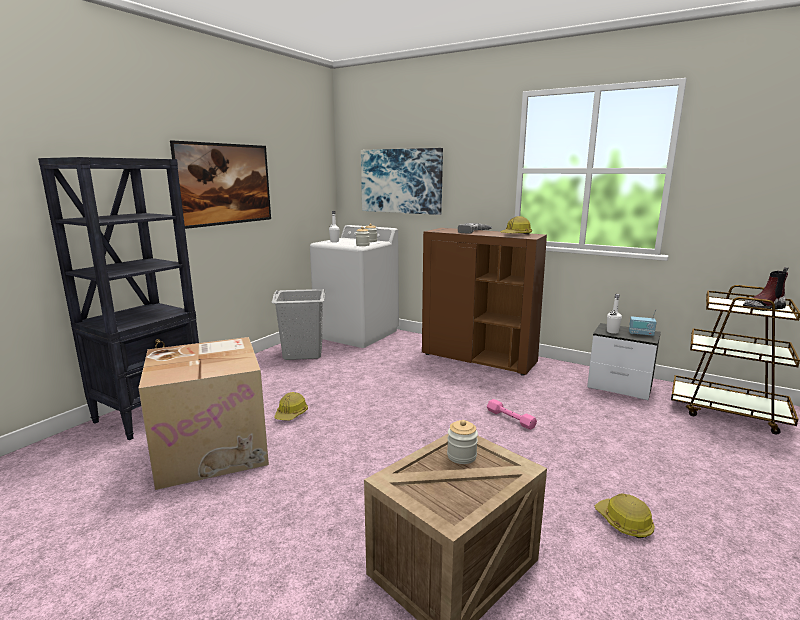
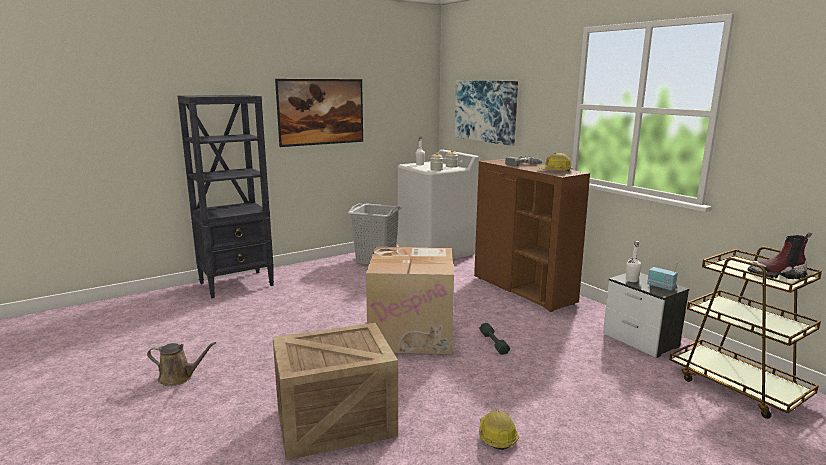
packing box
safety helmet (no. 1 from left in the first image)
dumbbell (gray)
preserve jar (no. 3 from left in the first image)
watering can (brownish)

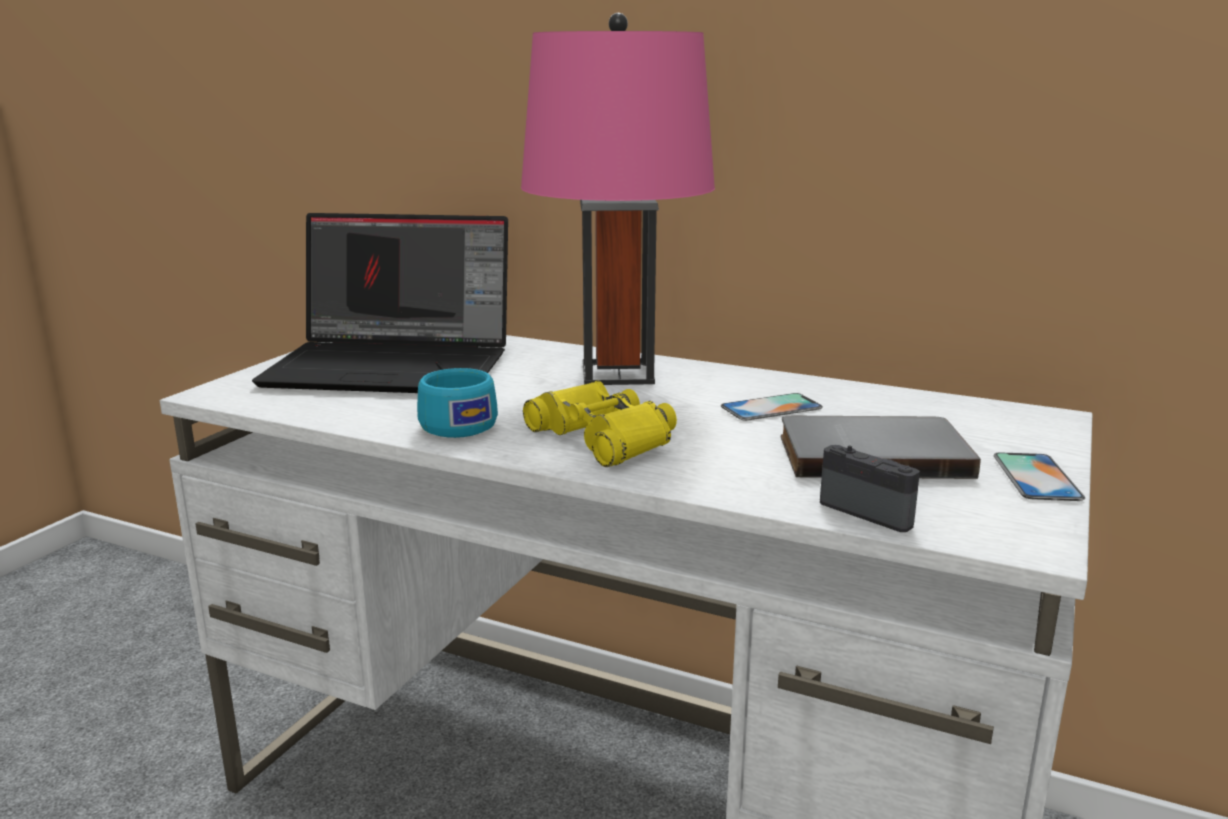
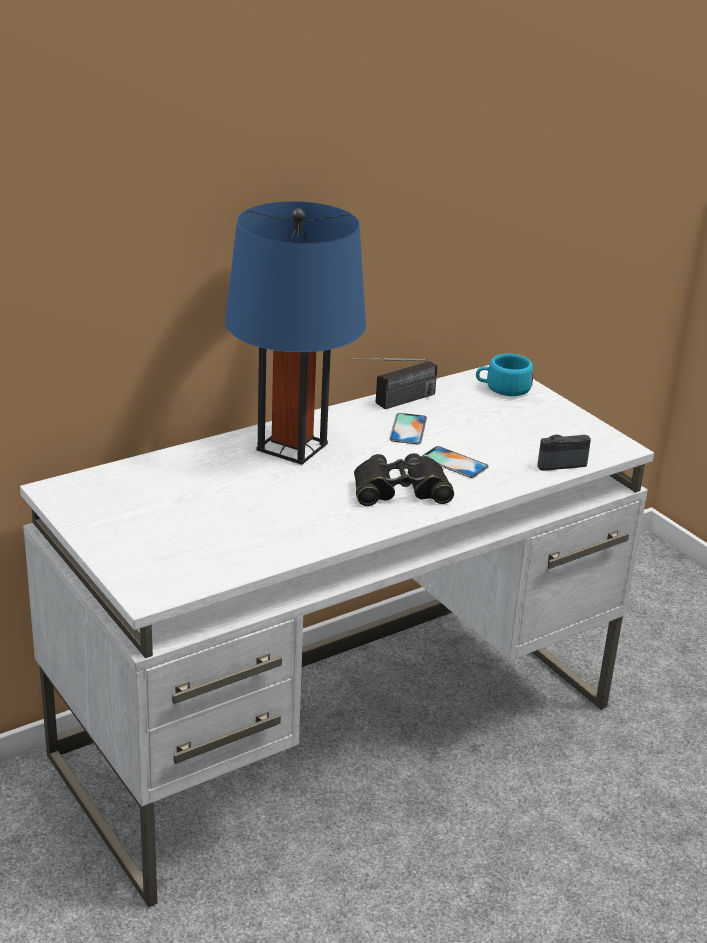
tabletop lamp (blue-coloured)
notebook computer
cup (turquoise)
binoculars (blackish)
book (gray)
handset (no. 2 from left)
radio receiver

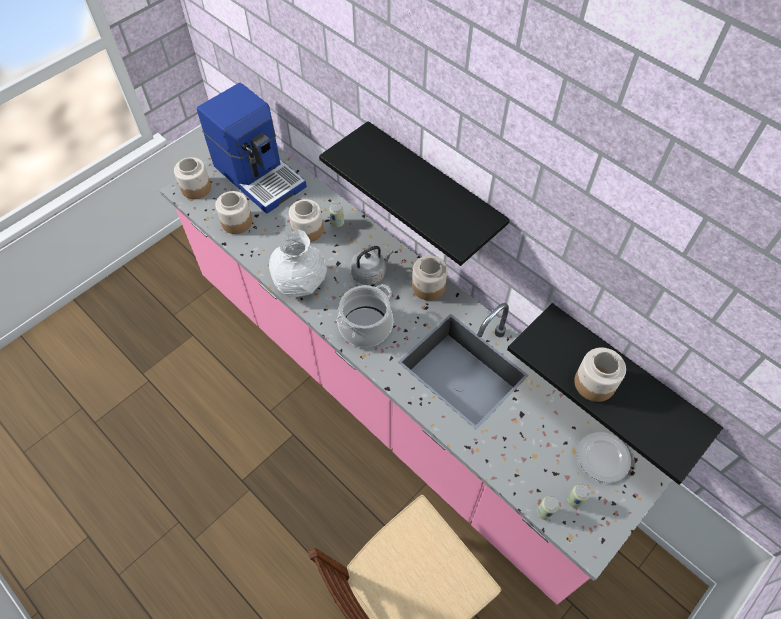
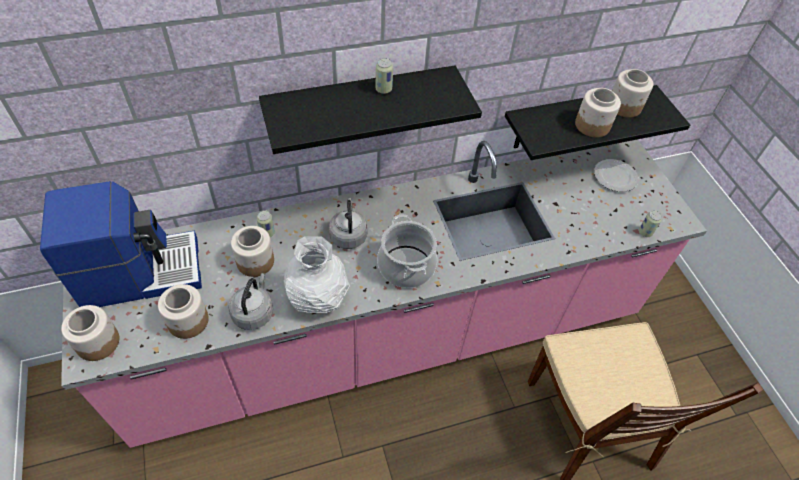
preserve jar (no. 5 from left)
sealed can (no. 2 from left)
water kettle (gray) (no. 1 from left)

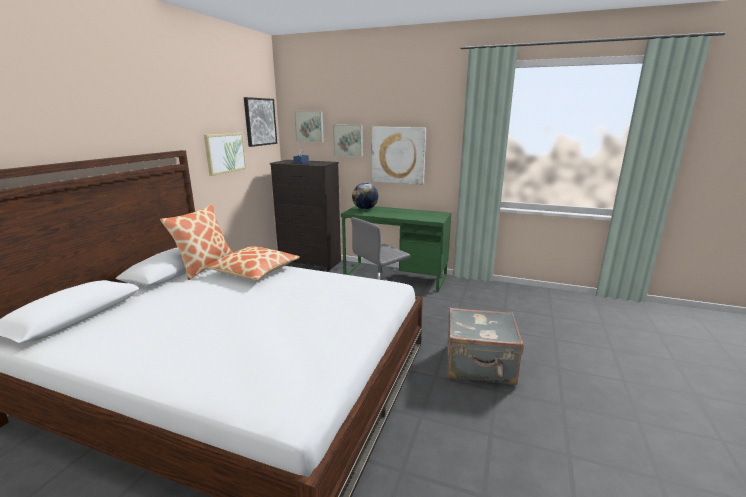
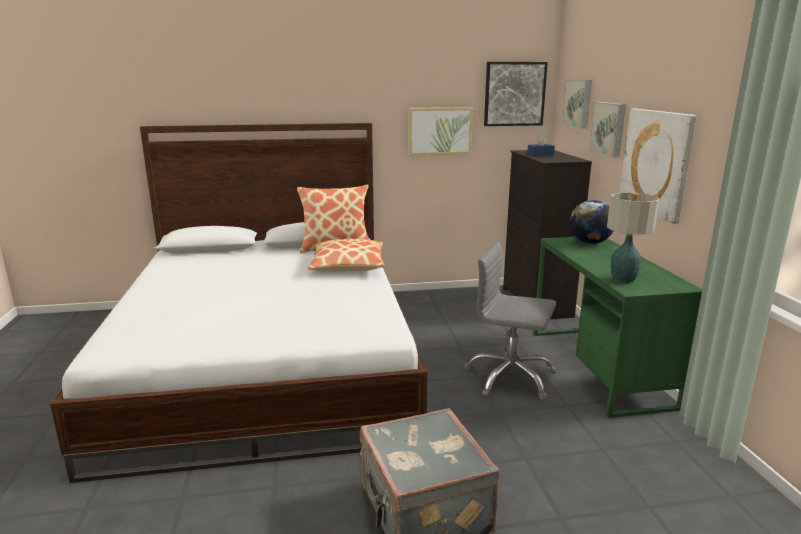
tabletop lamp

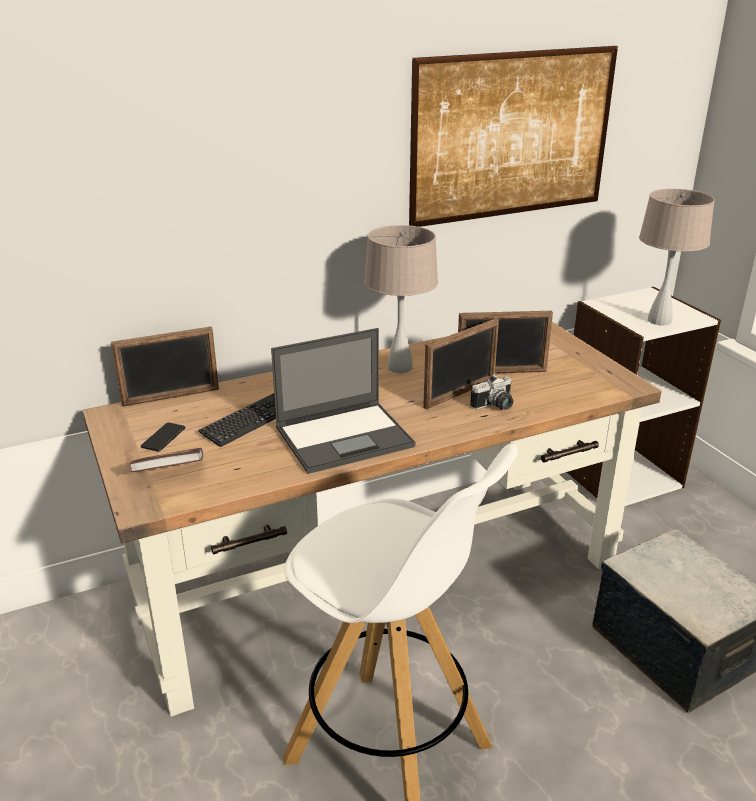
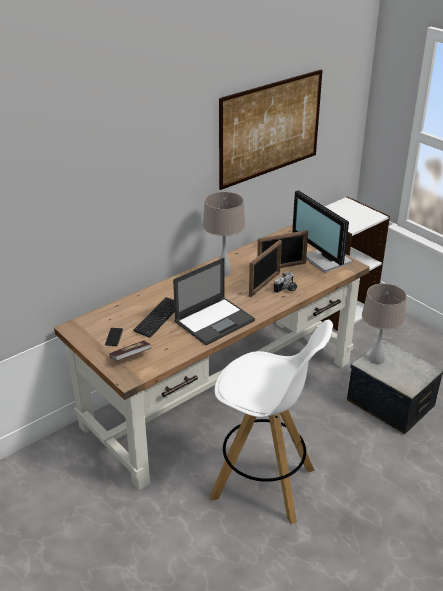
tabletop lamp (sand-coloured) (no. 2 from left)
picture frame (no. 1 from left in the first image)
computer display

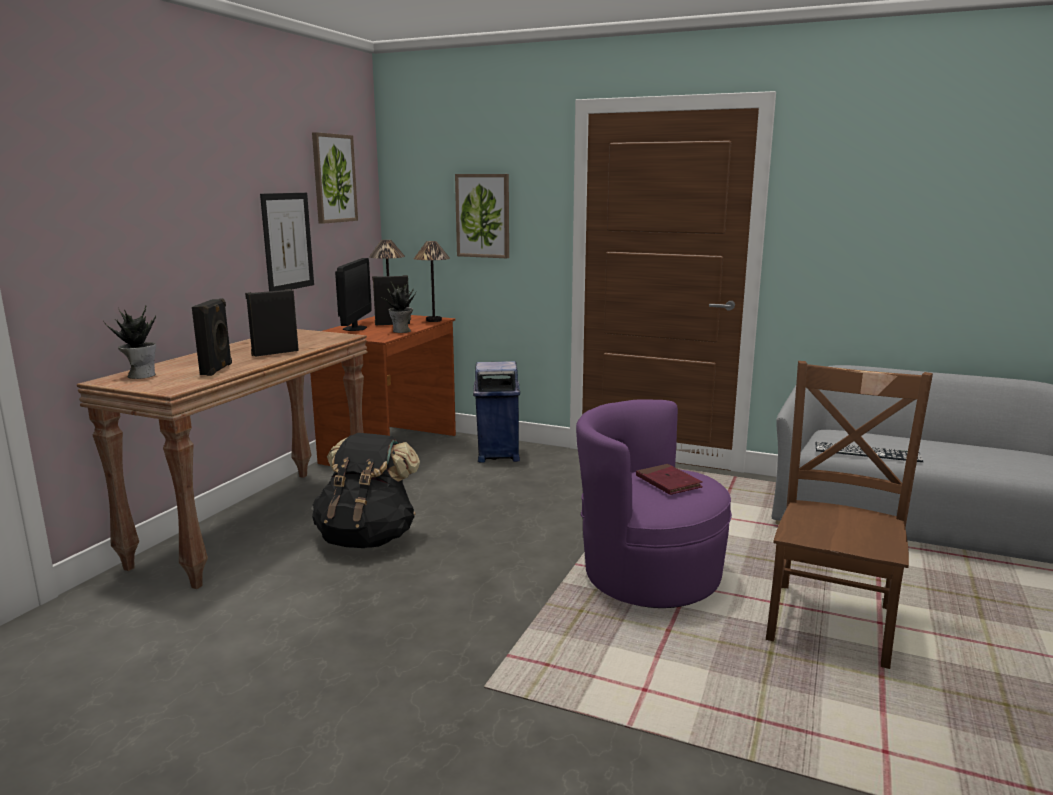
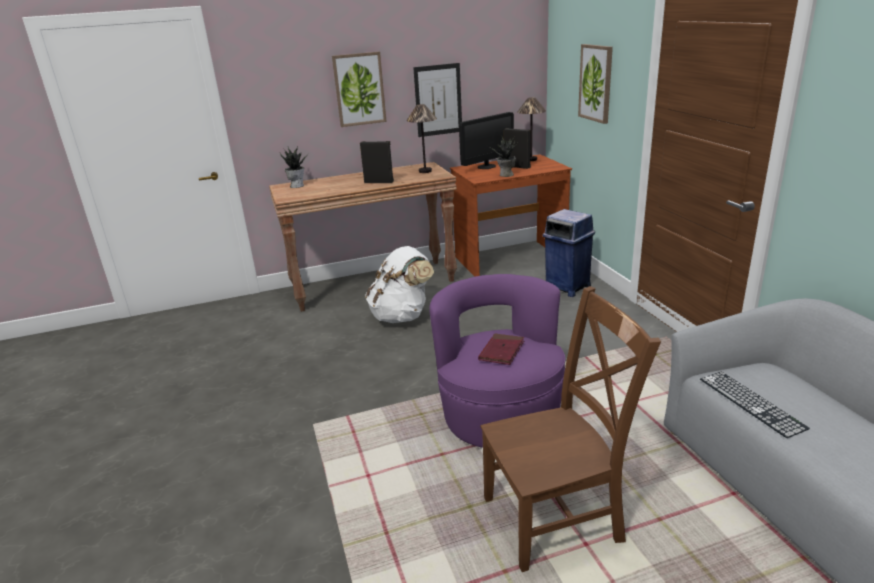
wall art (no. 1 from left)
tabletop lamp (no. 1 from left)
speaker (blackish) (no. 1 from left in the first image)
backpack (whitish)

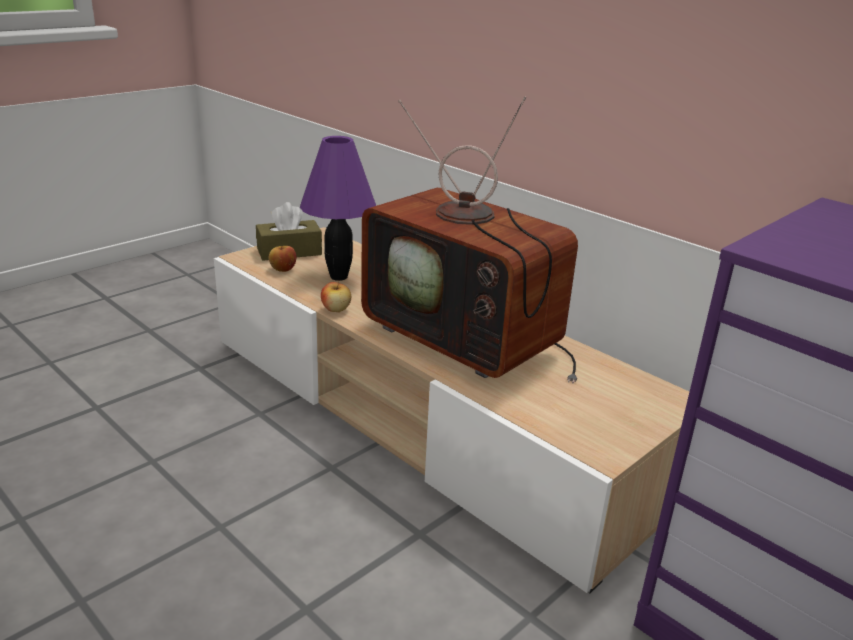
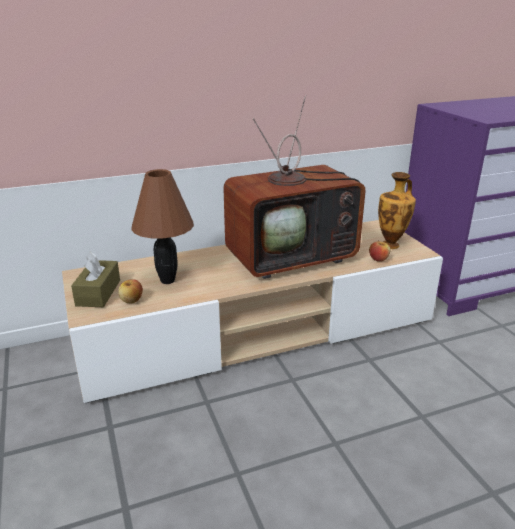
tabletop lamp (brownish)
whole apple (no. 2 from left)
decorative vase

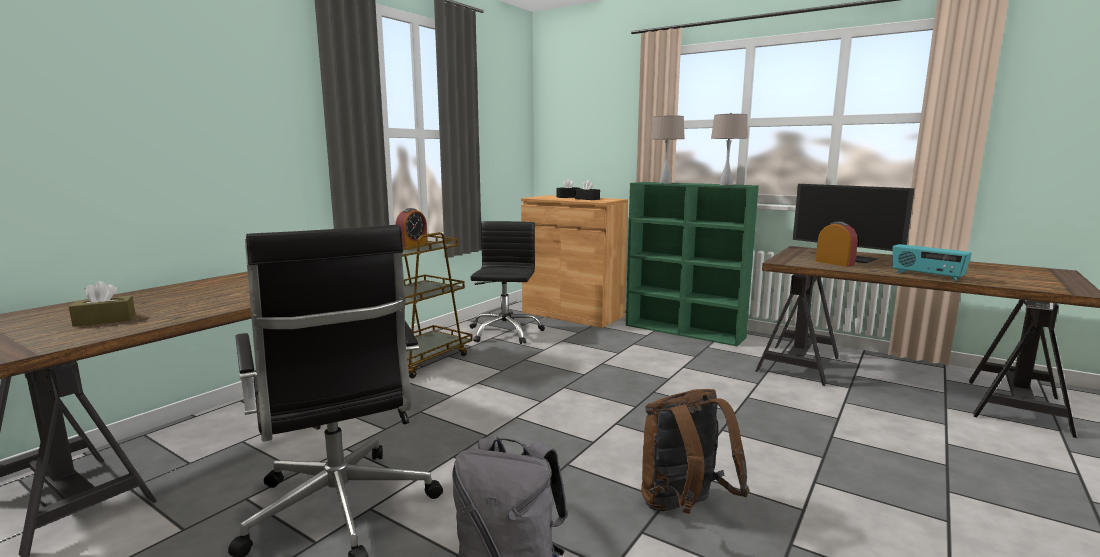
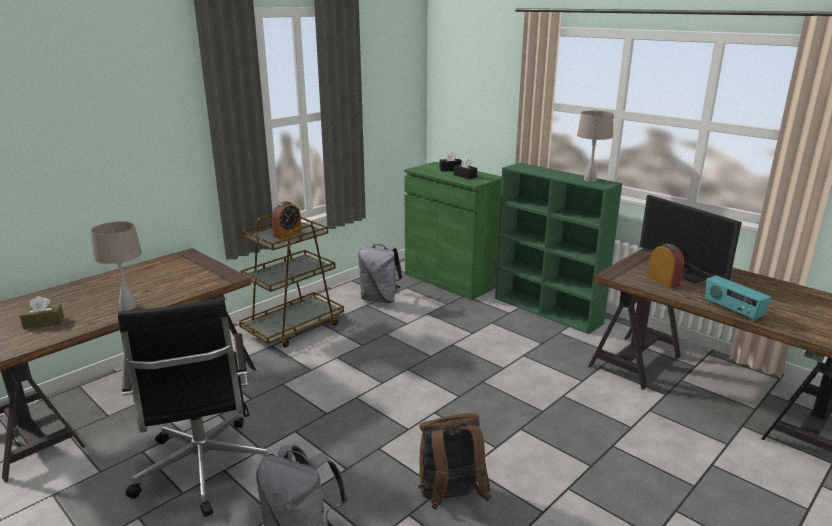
tabletop lamp (sand-coloured) (no. 1 from left)
storage cabinet (greenish)
backpack (gray) (no. 2 from left)

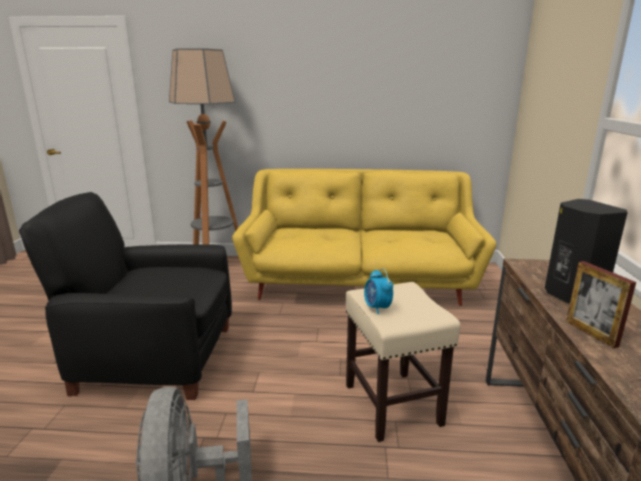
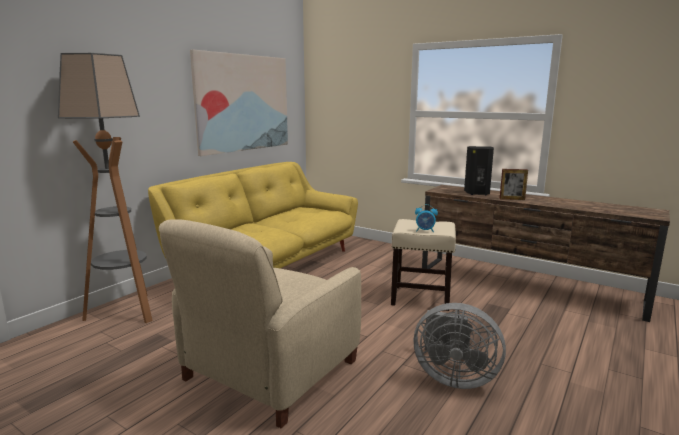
easy chair (sand-coloured)
wall art

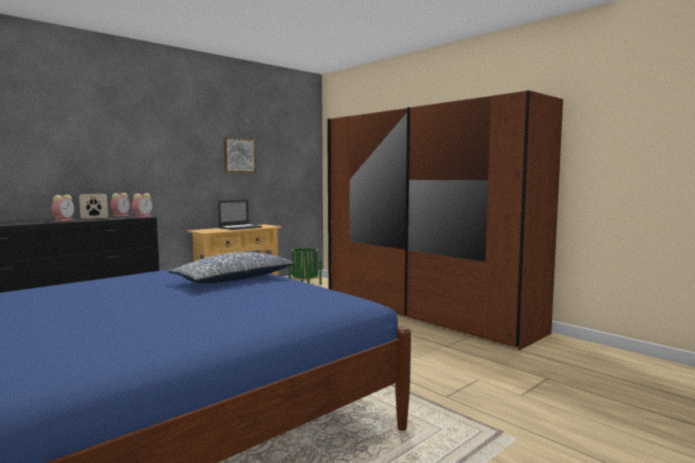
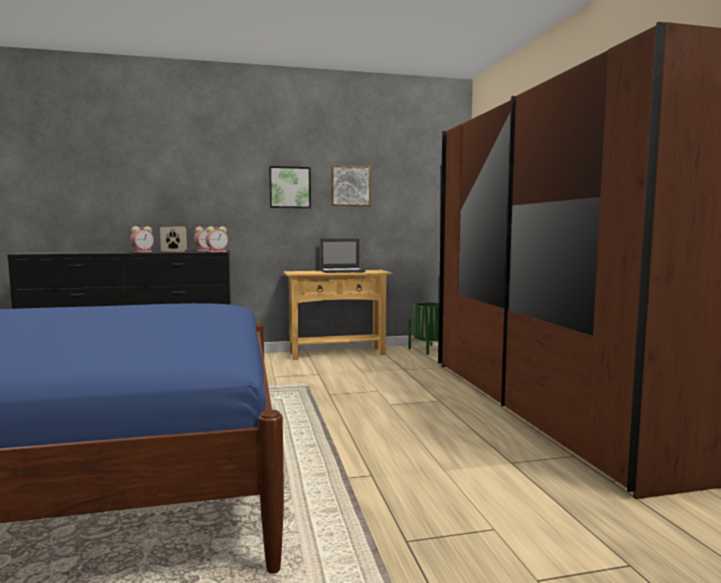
pillow
wall art (no. 1 from left)

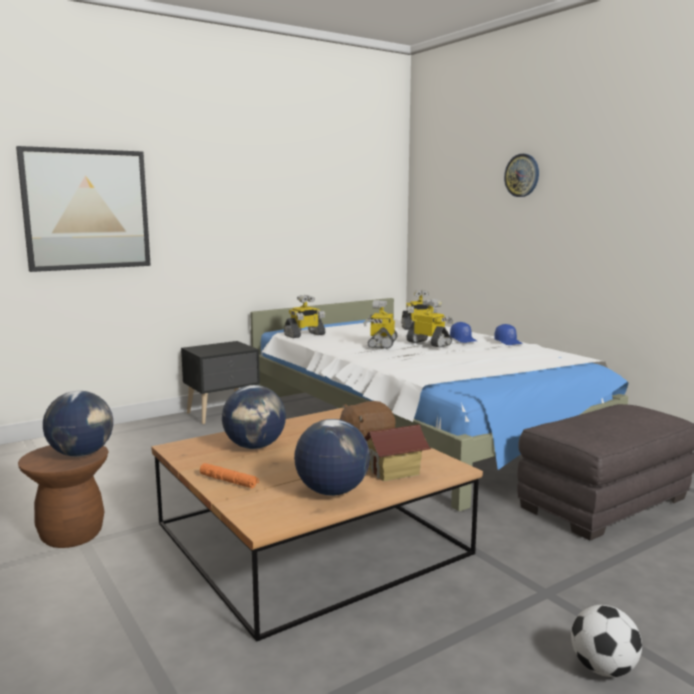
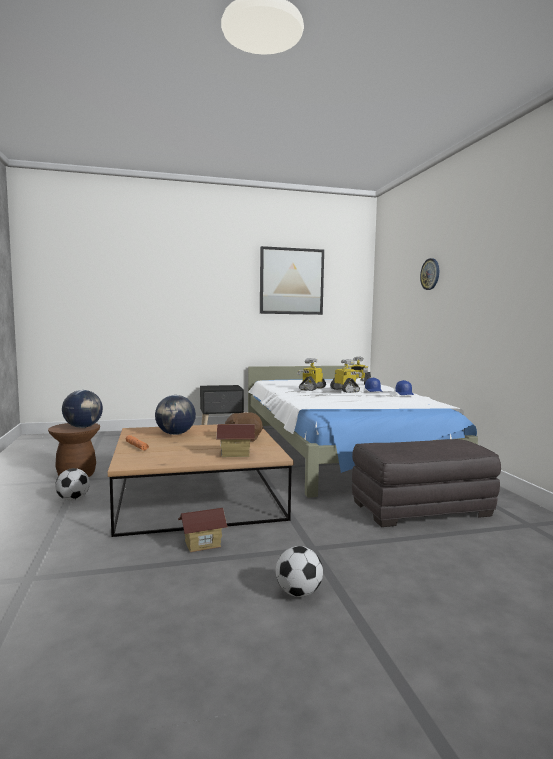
wall art
toy robot (no. 1 from left in the first image)
globe (no. 3 from left in the first image)
ball for football (no. 1 from left)
miniature house (no. 1 from left)

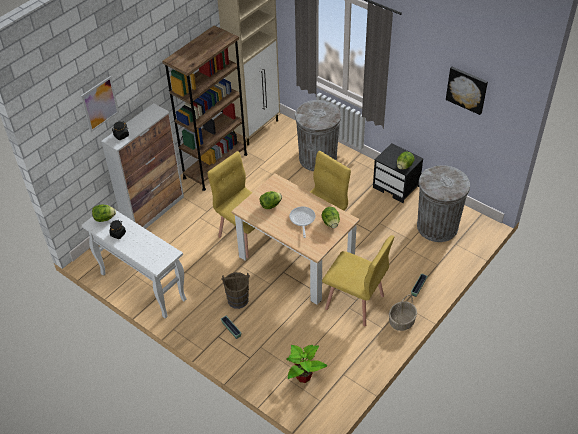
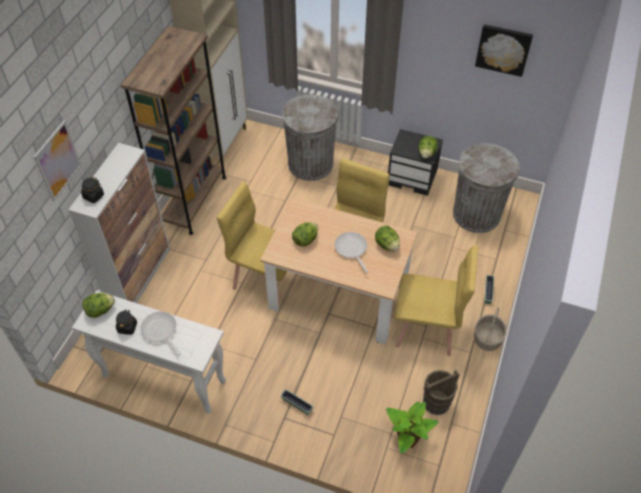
pail (brownish)
frying pan (no. 1 from left)

